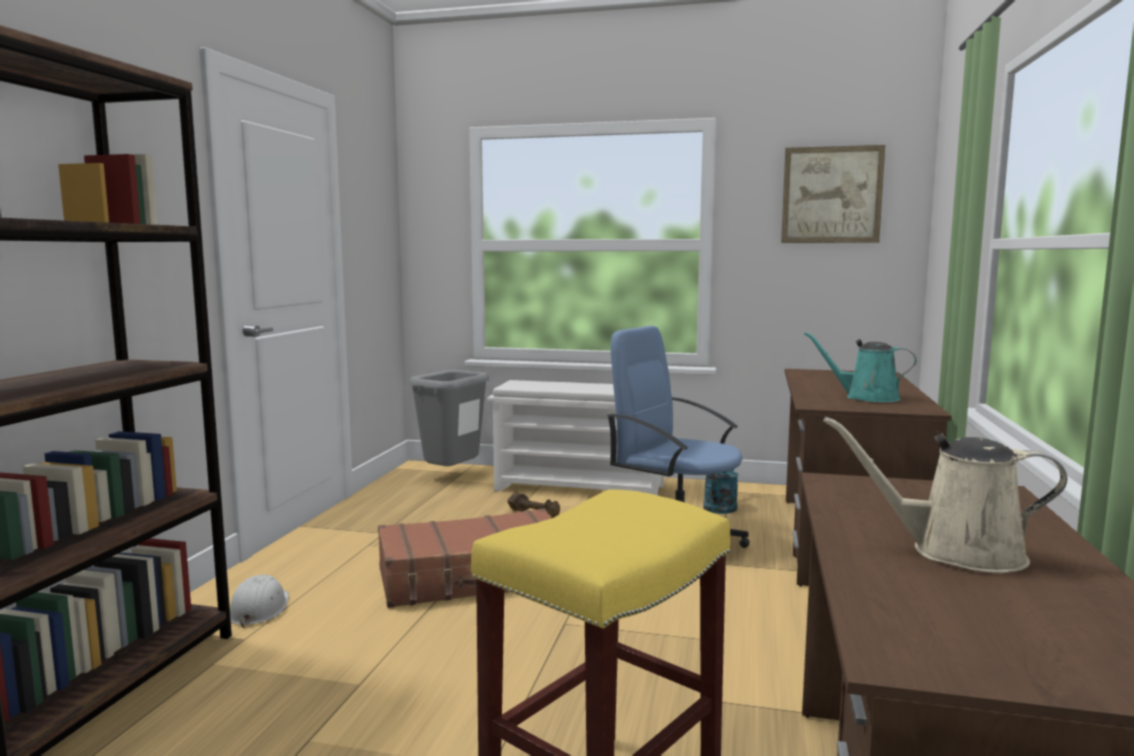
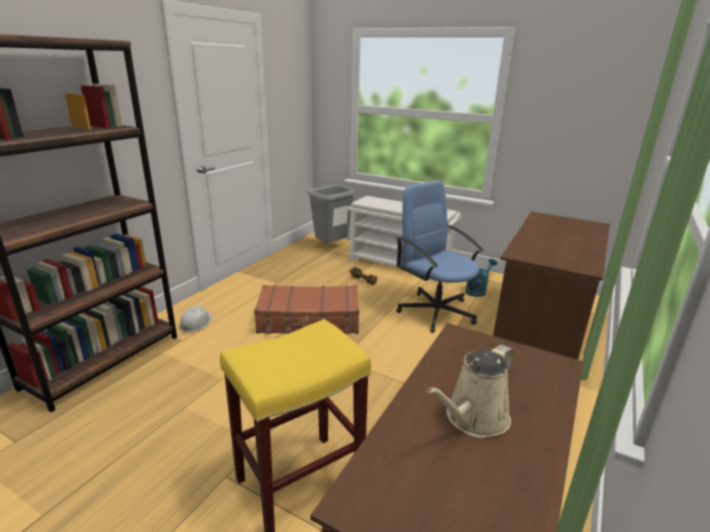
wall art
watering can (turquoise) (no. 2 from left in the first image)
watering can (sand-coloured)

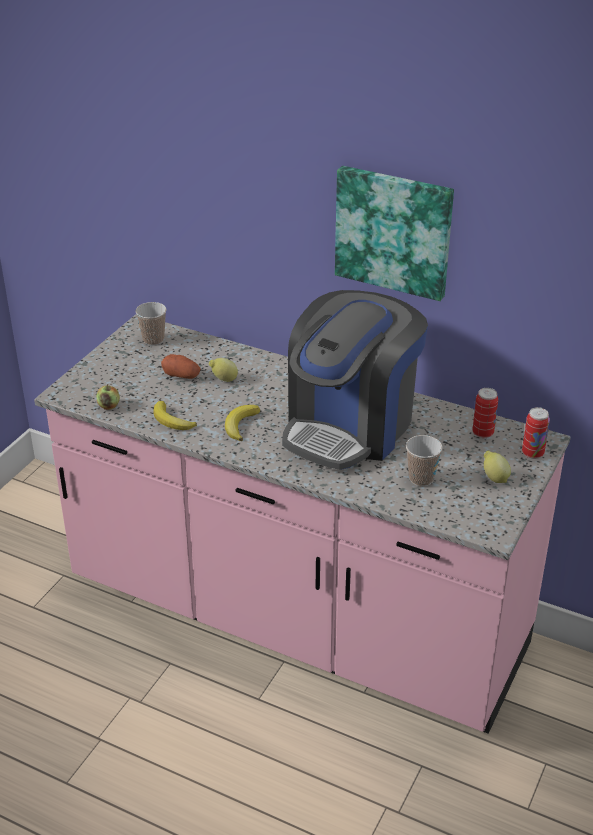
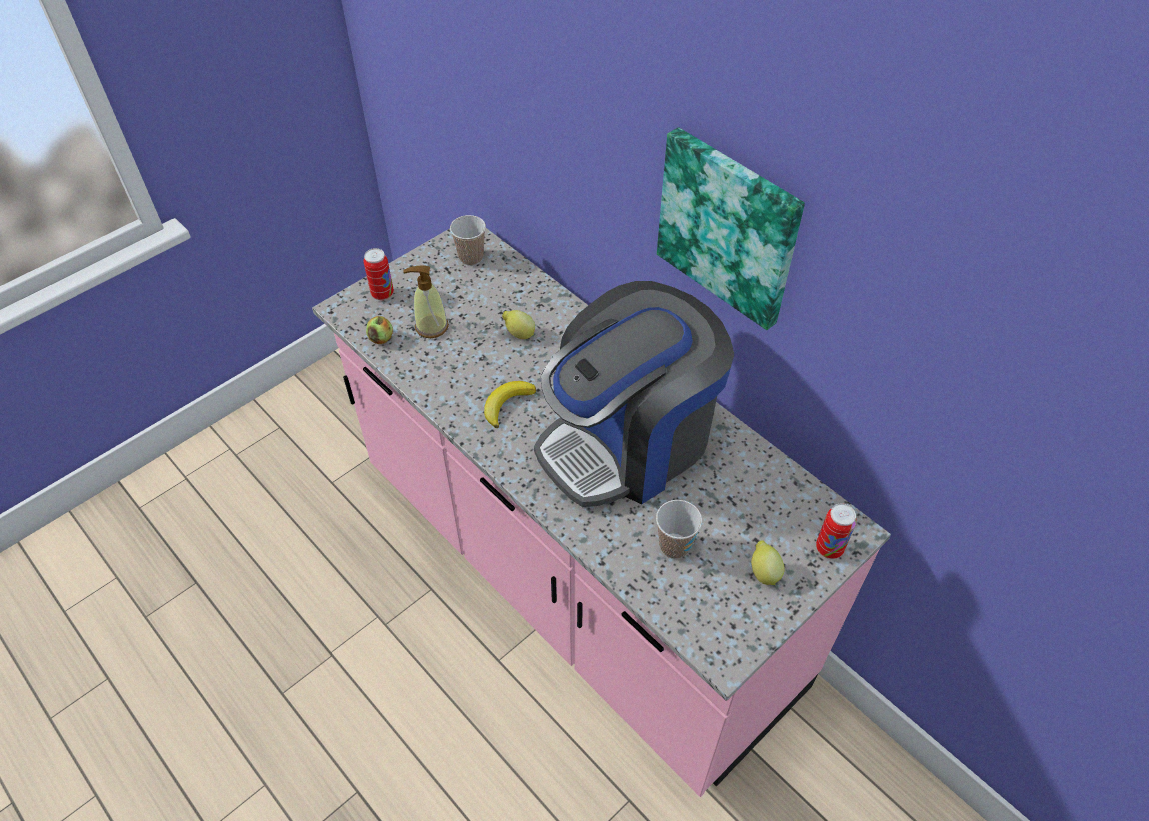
potato
sealed can (no. 1 from left)
banana (no. 1 from left in the first image)
soap dispenser

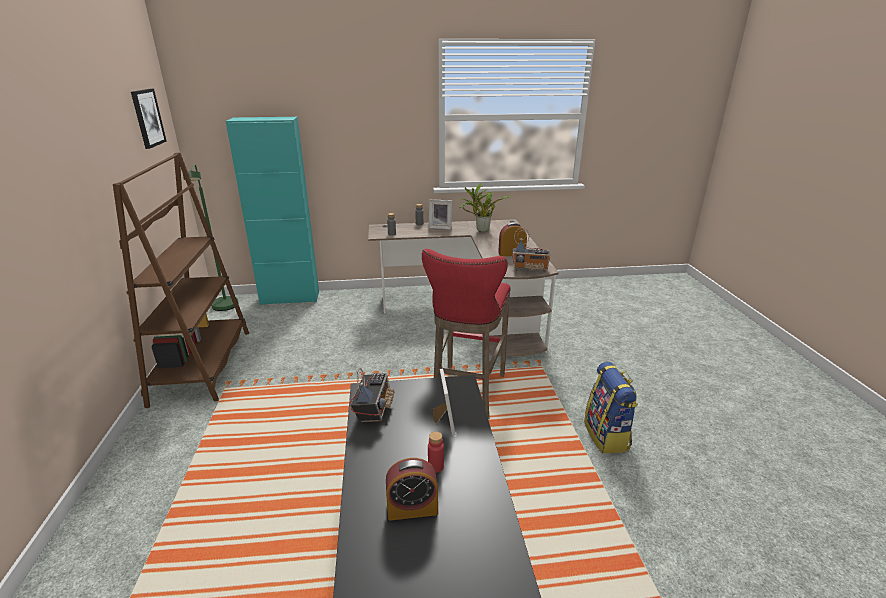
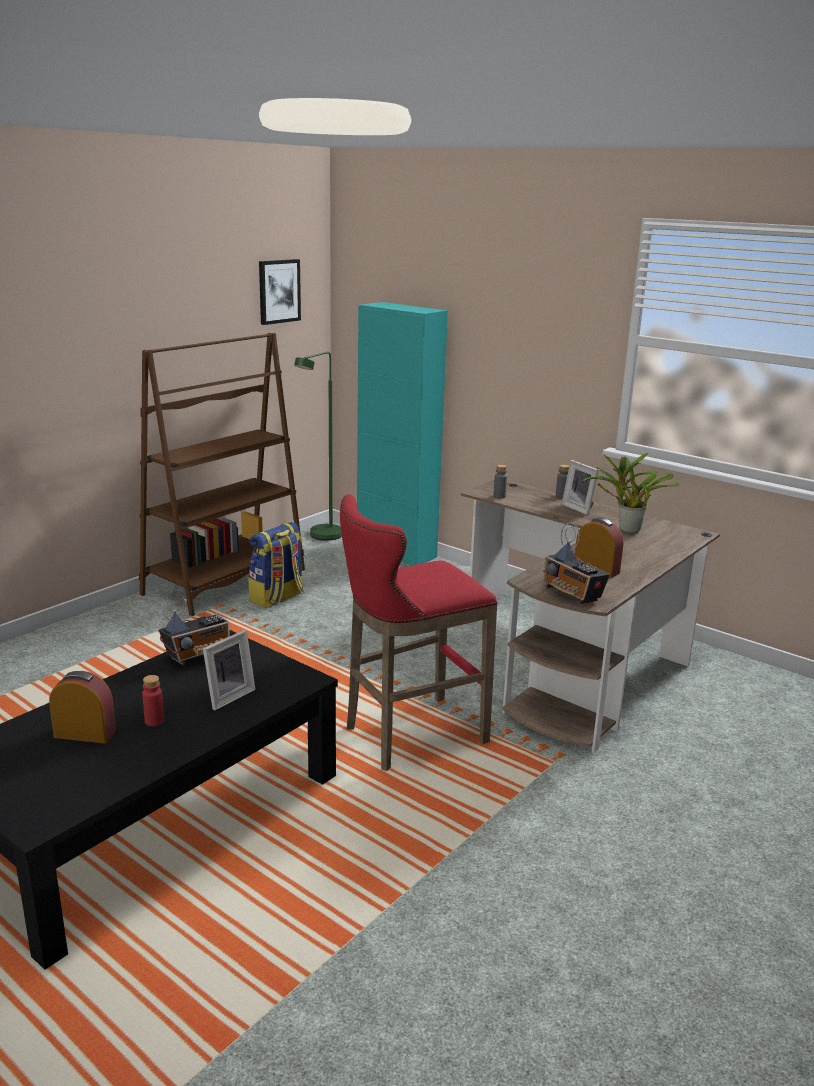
backpack
bedside clock (no. 1 from left)

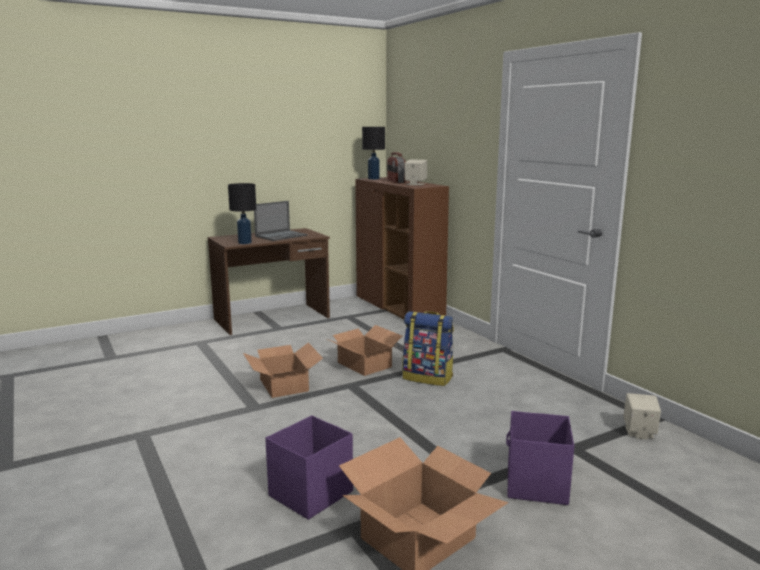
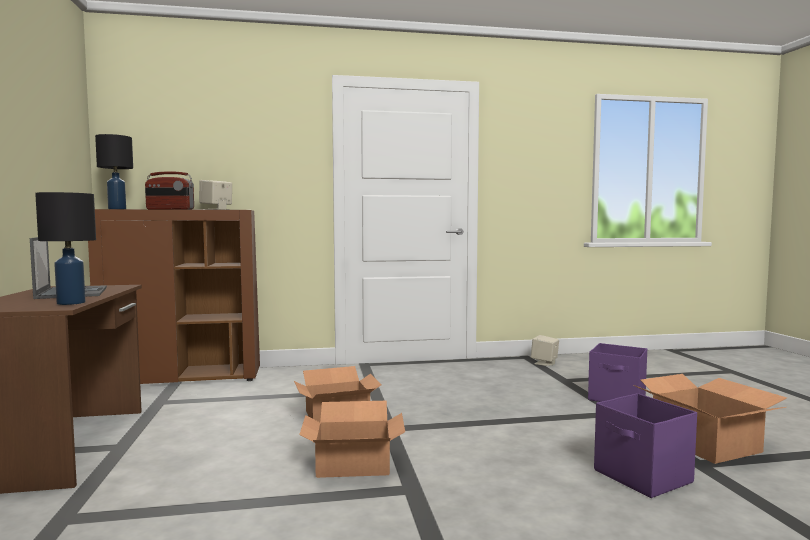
backpack

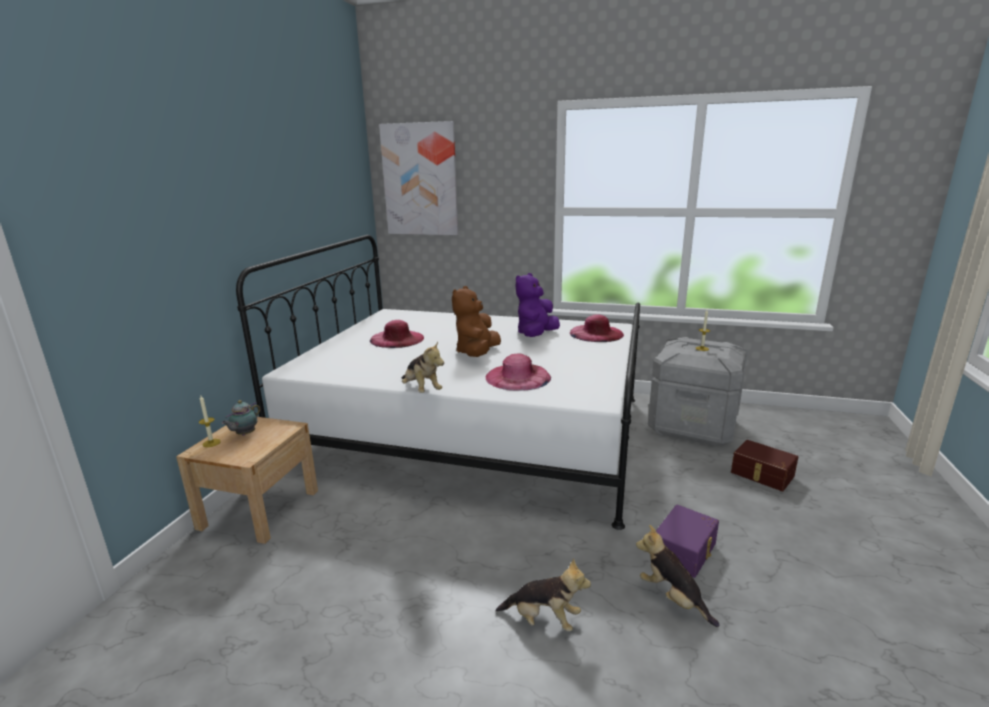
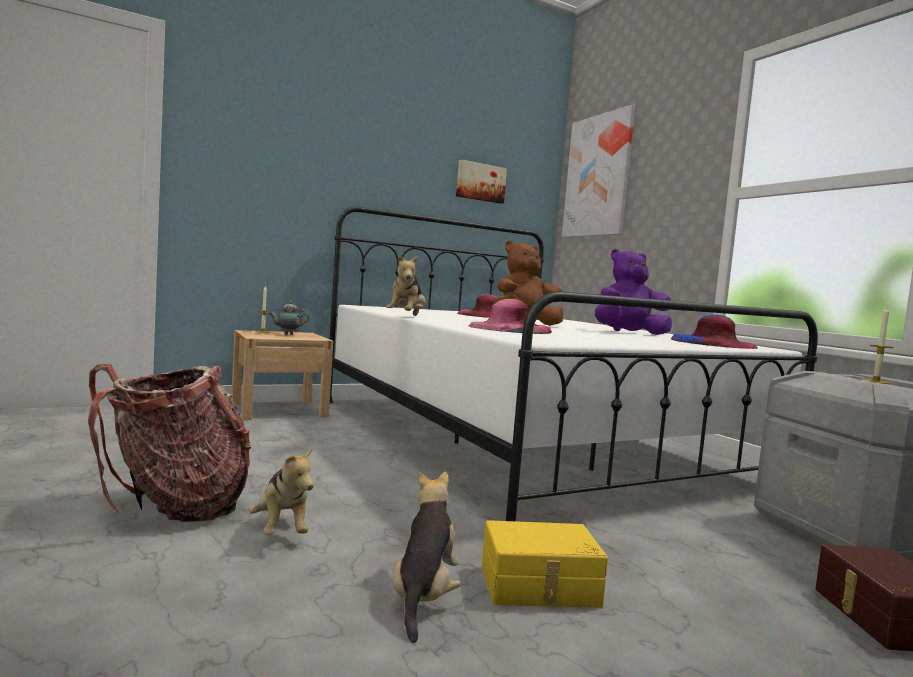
wearable hat (blue-coloured)
storage box (yellowish)
wall art (no. 1 from left)
backpack

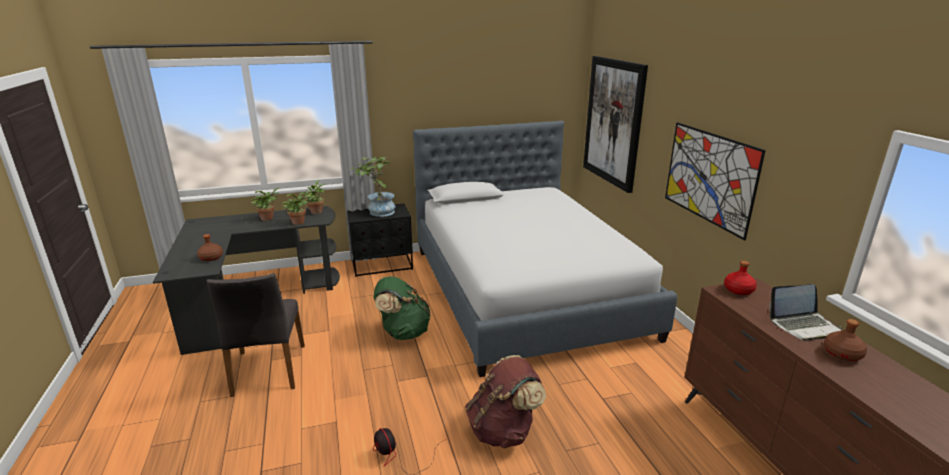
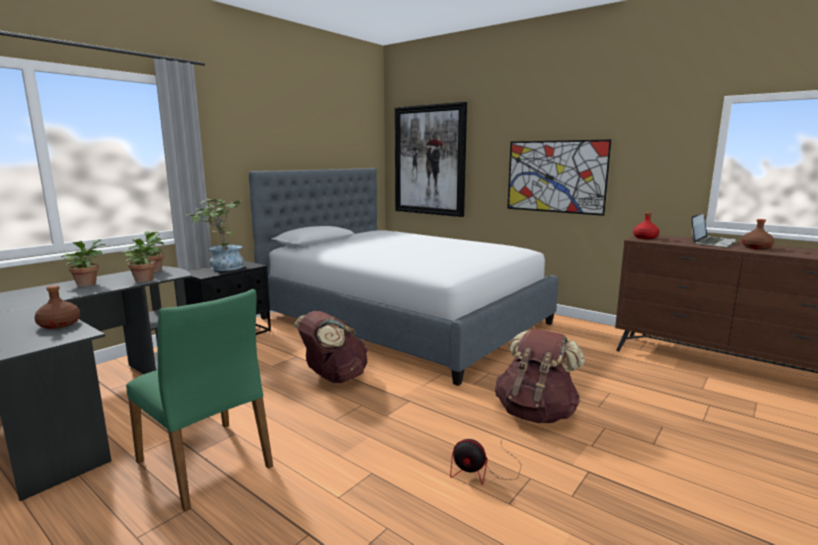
plain chair (greenish)
backpack (brownish) (no. 1 from left)

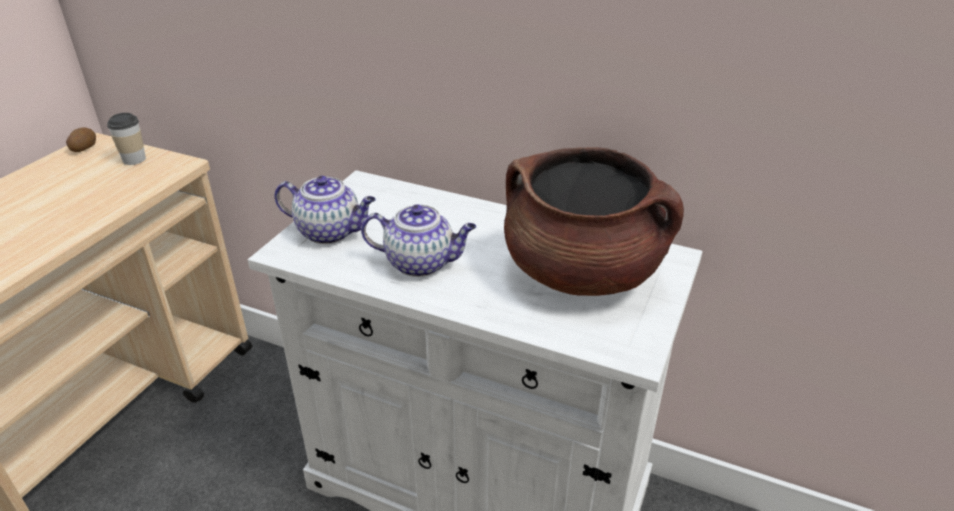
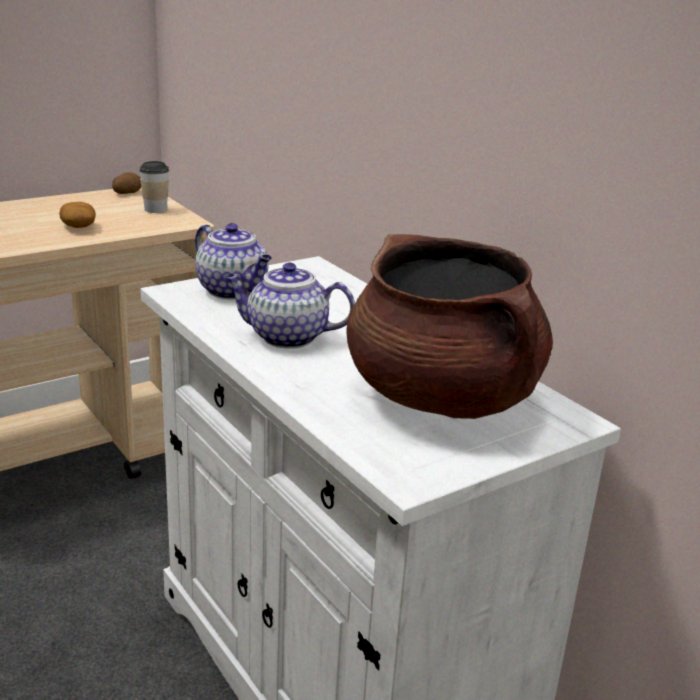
pot for tea (no. 2 from left)
potato (no. 1 from left)

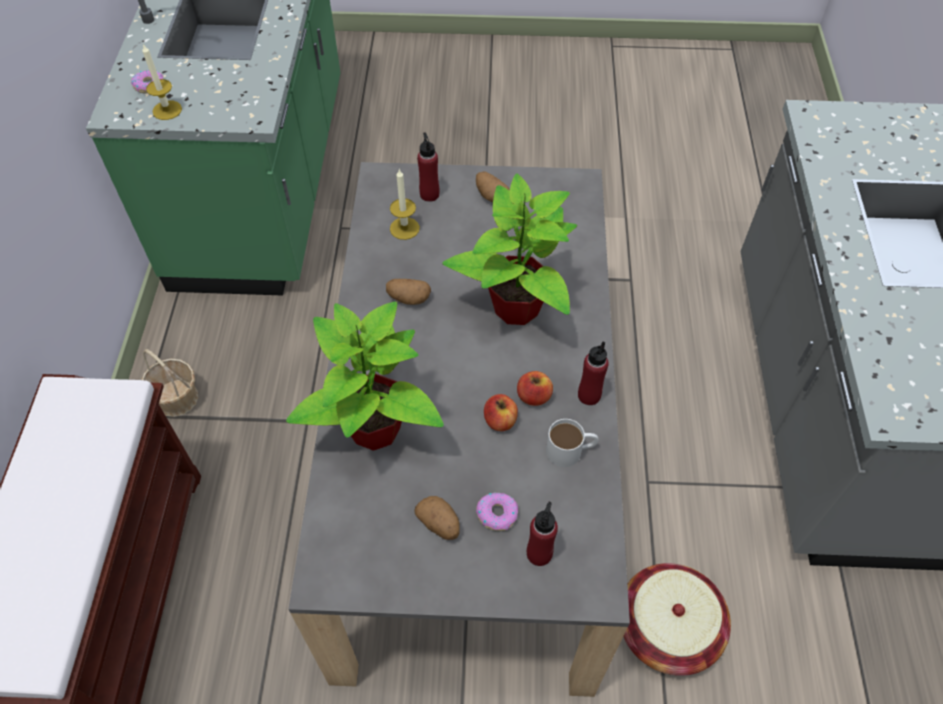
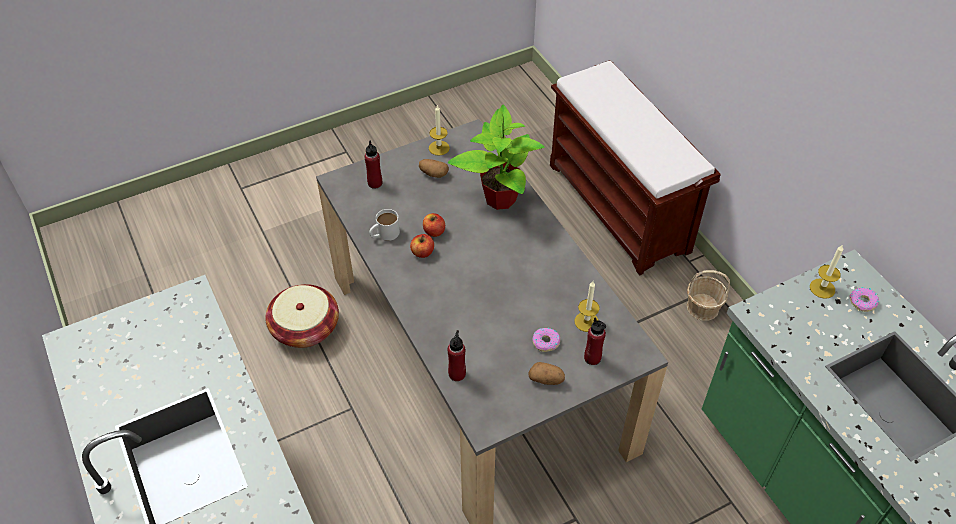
potted plant (no. 2 from left in the first image)
potato (no. 1 from left in the first image)
bottle (red) (no. 2 from left)
doughnut (no. 1 from left)
wax light (no. 1 from left)

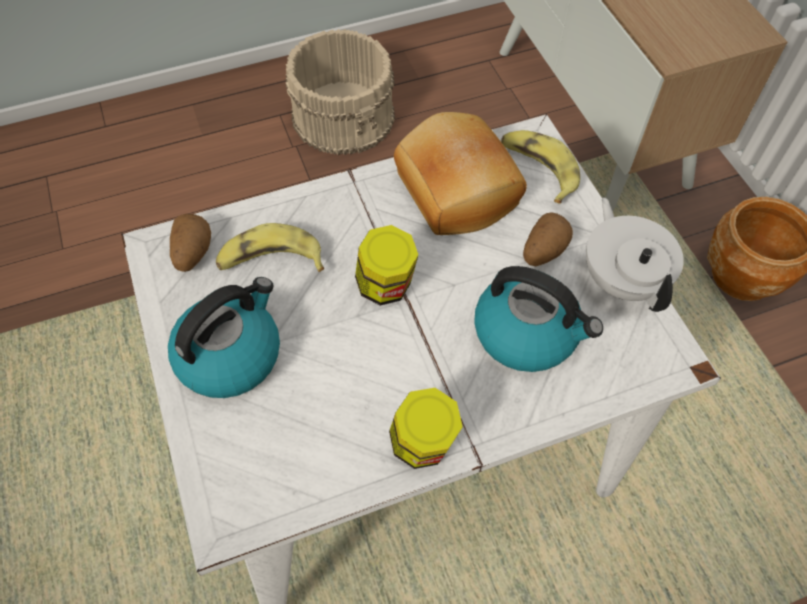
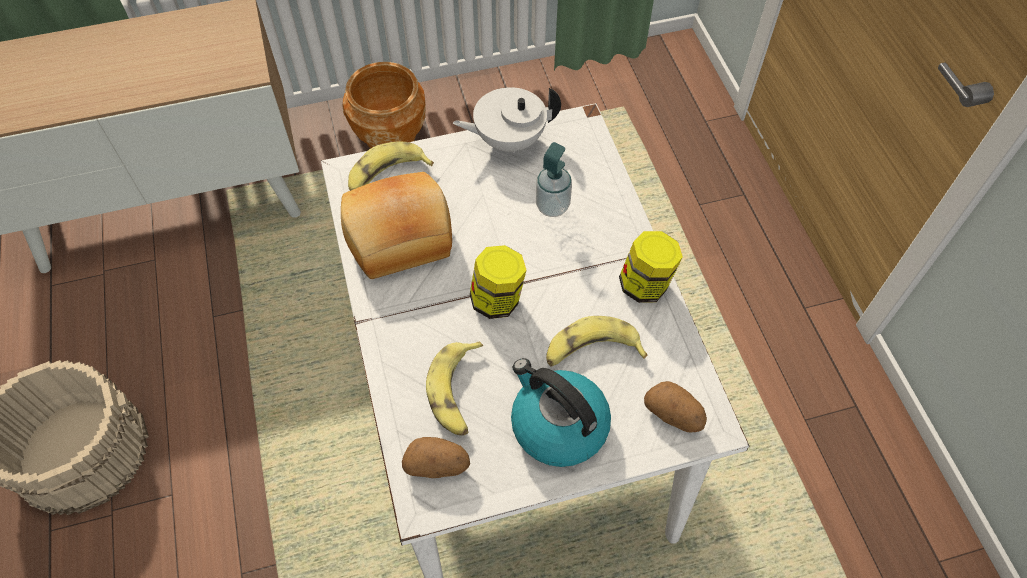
potato (no. 2 from left)
soap dispenser
banana (no. 3 from left)

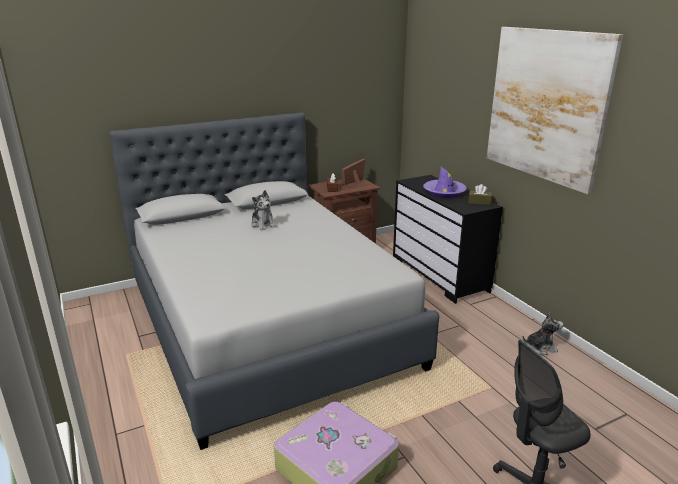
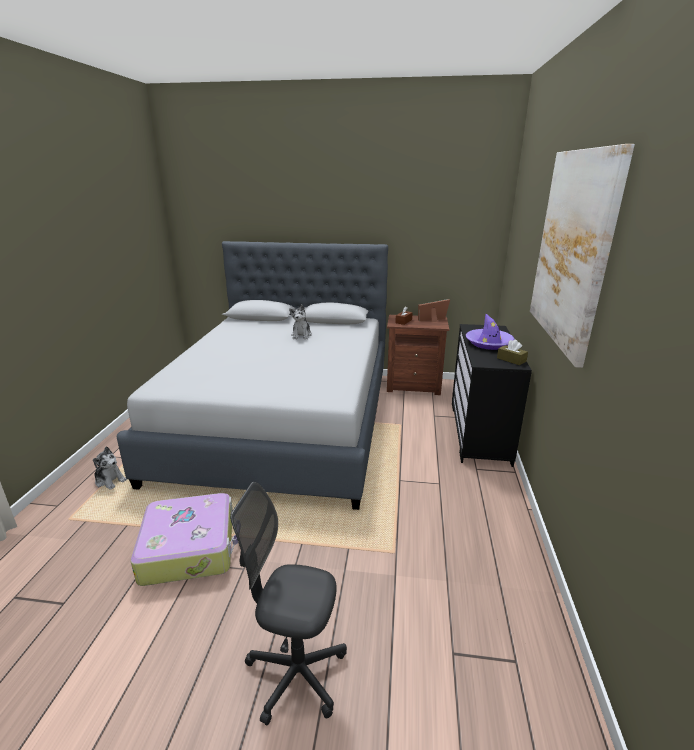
cuddly toy (no. 1 from left)

